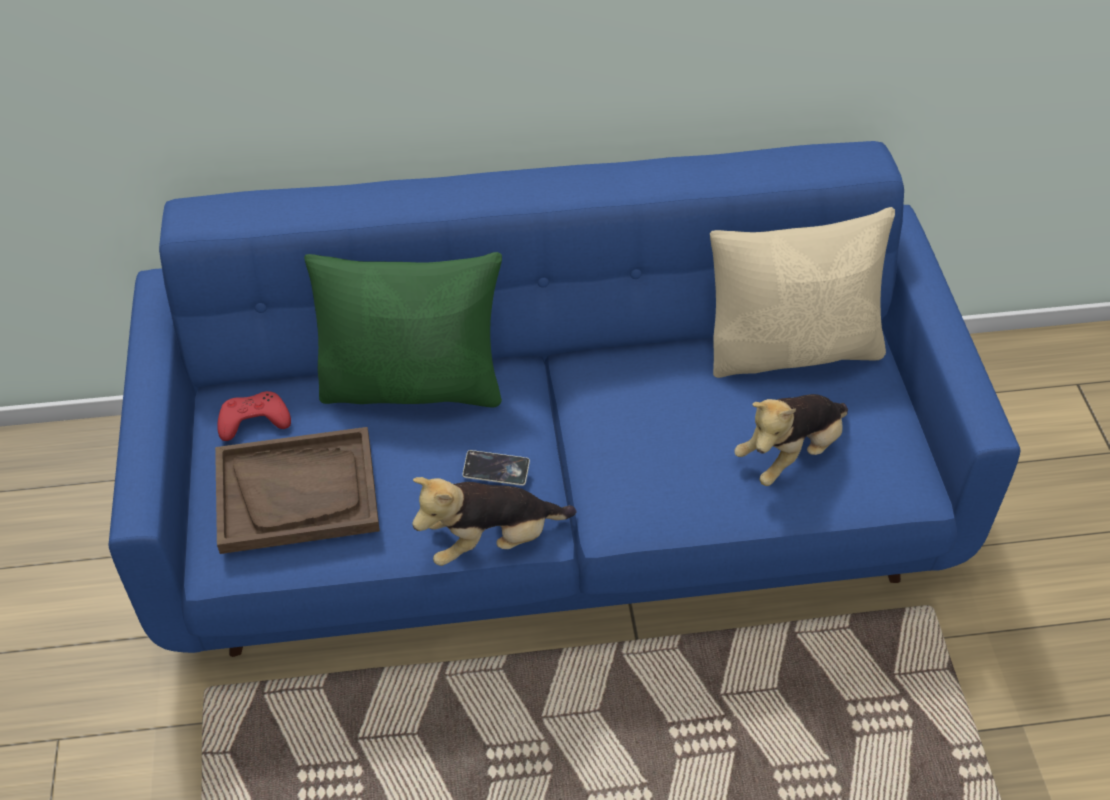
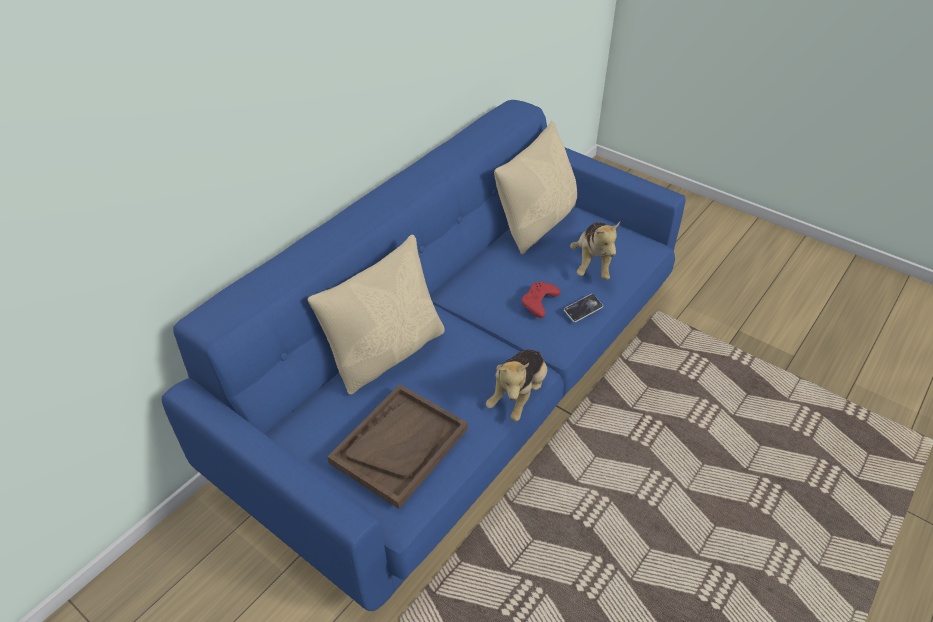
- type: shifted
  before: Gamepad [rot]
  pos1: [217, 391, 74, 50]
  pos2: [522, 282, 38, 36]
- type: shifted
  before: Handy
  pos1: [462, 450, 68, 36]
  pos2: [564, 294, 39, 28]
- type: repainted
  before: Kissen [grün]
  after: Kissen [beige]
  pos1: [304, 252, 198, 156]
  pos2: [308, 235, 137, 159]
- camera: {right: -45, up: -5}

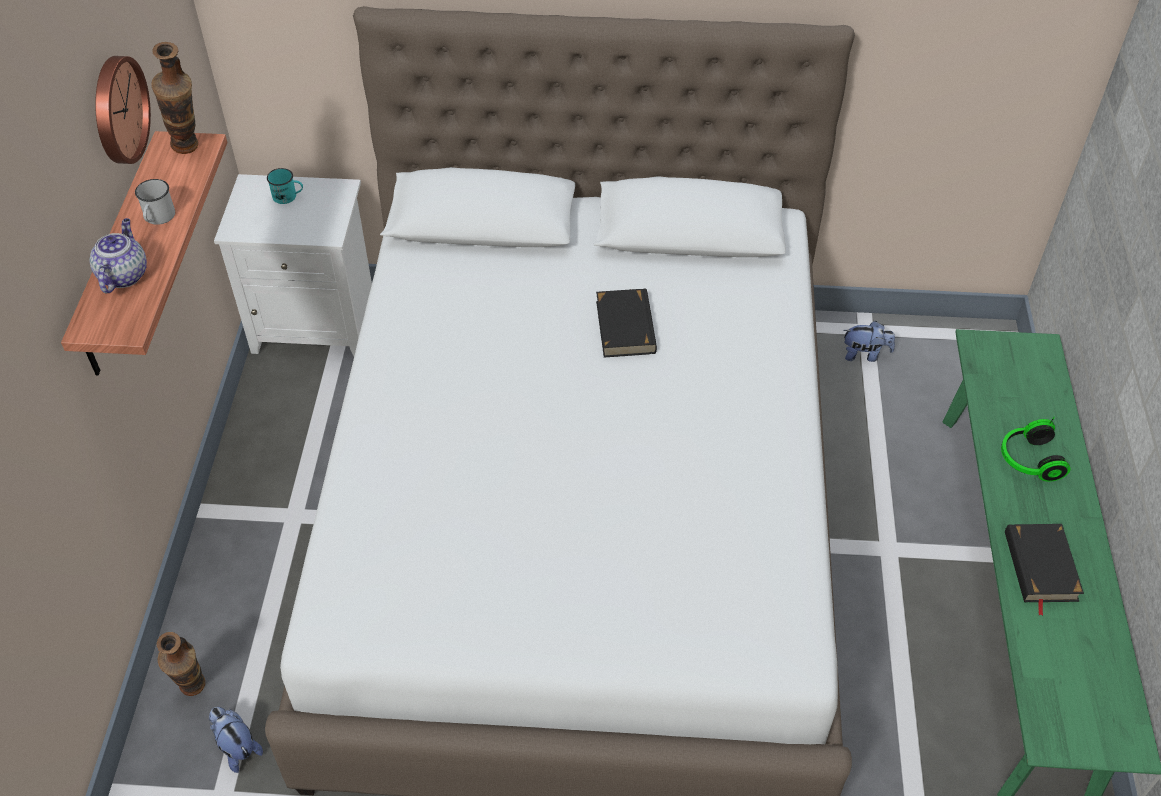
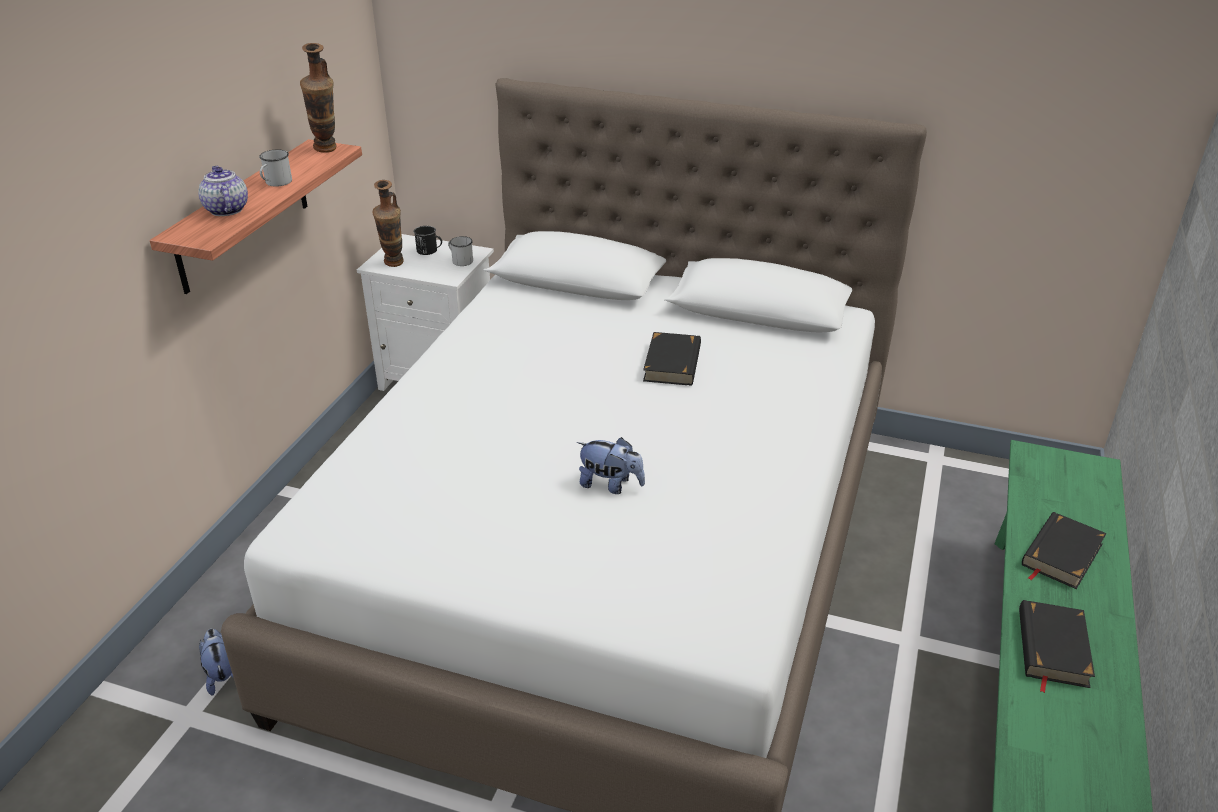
- type: gone
  before: Wanduhr
  pos1: [95, 56, 56, 108]
- type: new
  after: Henkelbecher [weiß]
  pos2: [448, 236, 25, 30]
- type: shifted
  before: Vase
  pos1: [156, 632, 49, 64]
  pos2: [373, 180, 31, 87]
- type: shifted
  before: Plüschtier
  pos1: [843, 321, 52, 41]
  pos2: [577, 437, 68, 57]
- type: swapped
  before: Kopfhörer
  after: Buch [schwarz]
  pos1: [1001, 417, 69, 65]
  pos2: [1022, 512, 85, 77]
- type: repainted
  before: Henkelbecher [türkis]
  after: Henkelbecher [schwarz]
  pos1: [267, 168, 36, 36]
  pos2: [414, 226, 28, 29]
- type: rotated
  before: Teekanne
  pos1: [89, 218, 58, 75]
  pos2: [198, 166, 50, 50]
  turn: -45
- camera: {right: 15, up: -15}

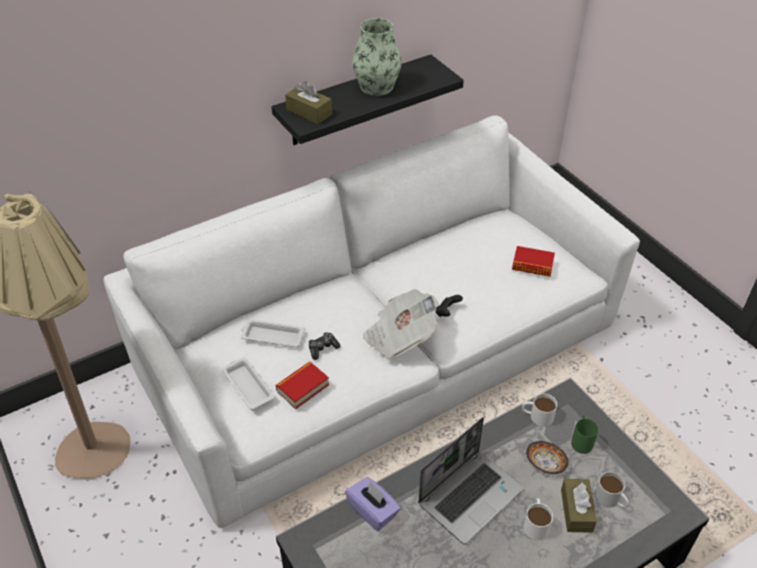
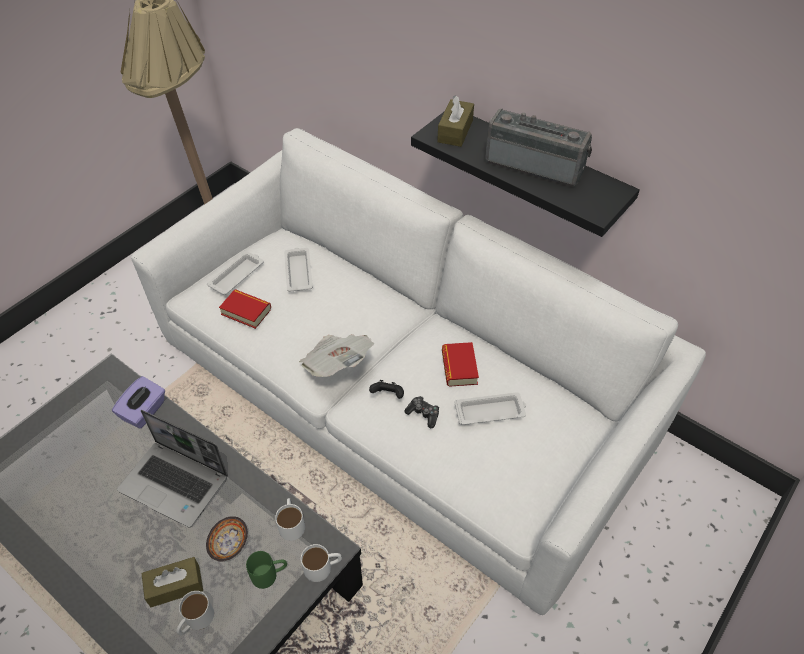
- type: new
  after: Tablett [weiß]
  pos2: [454, 392, 72, 33]
- type: shifted
  before: Gamepad
  pos1: [309, 332, 31, 28]
  pos2: [404, 396, 35, 32]
- type: shifted
  before: Buch
  pos1: [512, 246, 43, 31]
  pos2: [442, 342, 37, 45]
- type: shifted
  before: Henkelbecher [weiß]
  pos1: [523, 498, 30, 42]
  pos2: [301, 544, 41, 38]
- type: swapped
  before: Vase
  after: Radio
  pos1: [352, 18, 49, 78]
  pos2: [485, 109, 107, 78]
- camera: {right: 70, up: 5}

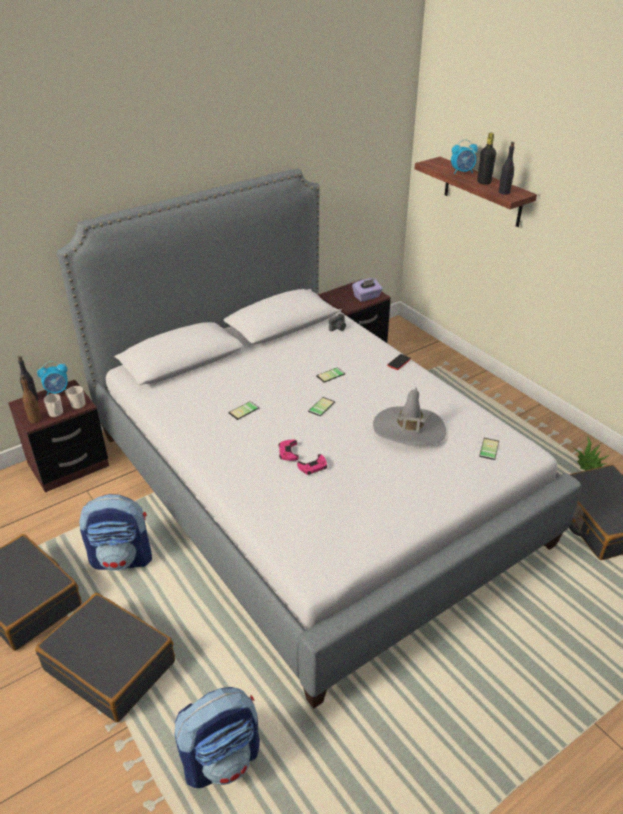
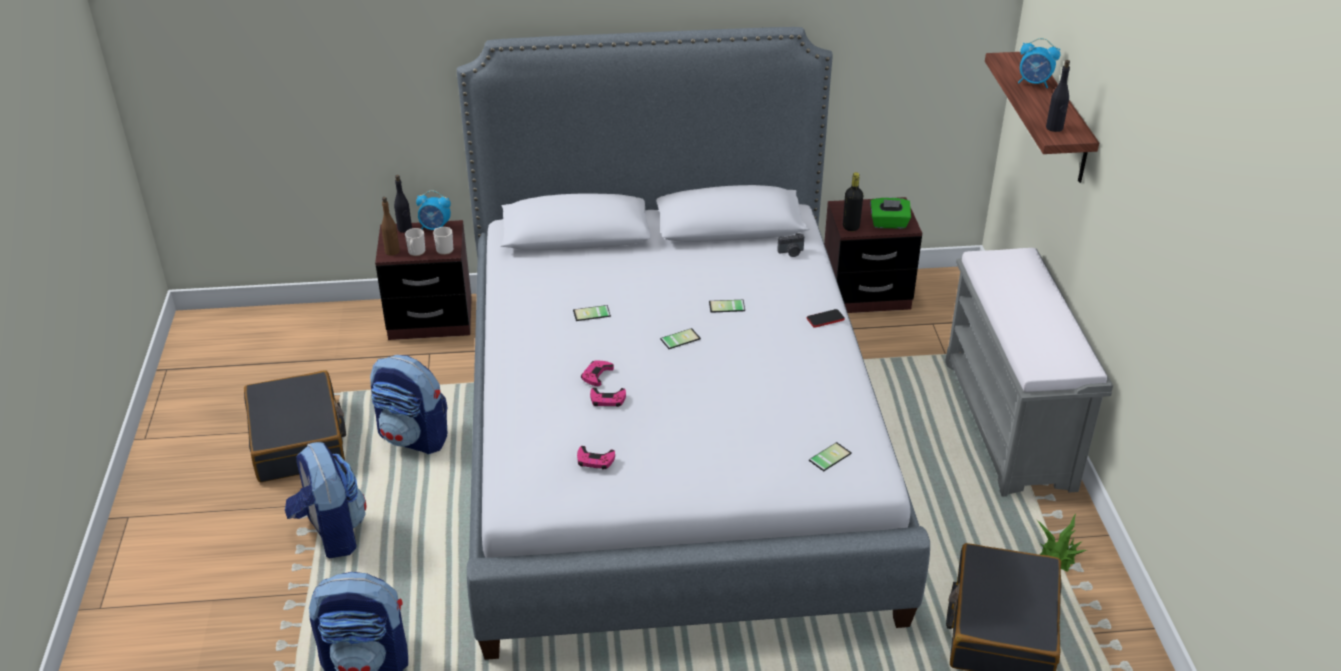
- type: gone
  before: Hut [grau]
  pos1: [373, 387, 73, 58]
- type: new
  after: Gamepad [rosa]
  pos2: [577, 446, 38, 23]
- type: new
  after: Bank [grau]
  pos2: [945, 248, 168, 249]
- type: shifted
  before: Flasche [schwarz]
  pos1: [477, 133, 19, 52]
  pos2: [843, 172, 20, 59]
- type: swapped
  before: Koffer [schwarz]
  after: Rucksack
  pos1: [35, 593, 140, 130]
  pos2: [285, 442, 81, 116]
- type: repainted
  before: Taschentuchbox [lila]
  after: Taschentuchbox [grün]
  pos1: [352, 278, 31, 24]
  pos2: [870, 197, 41, 32]
- camera: {right: 30, up: 0}

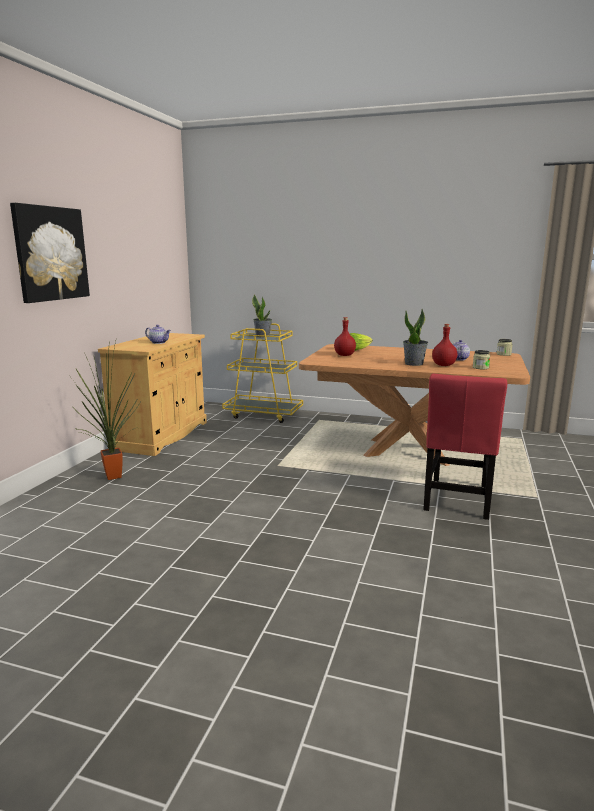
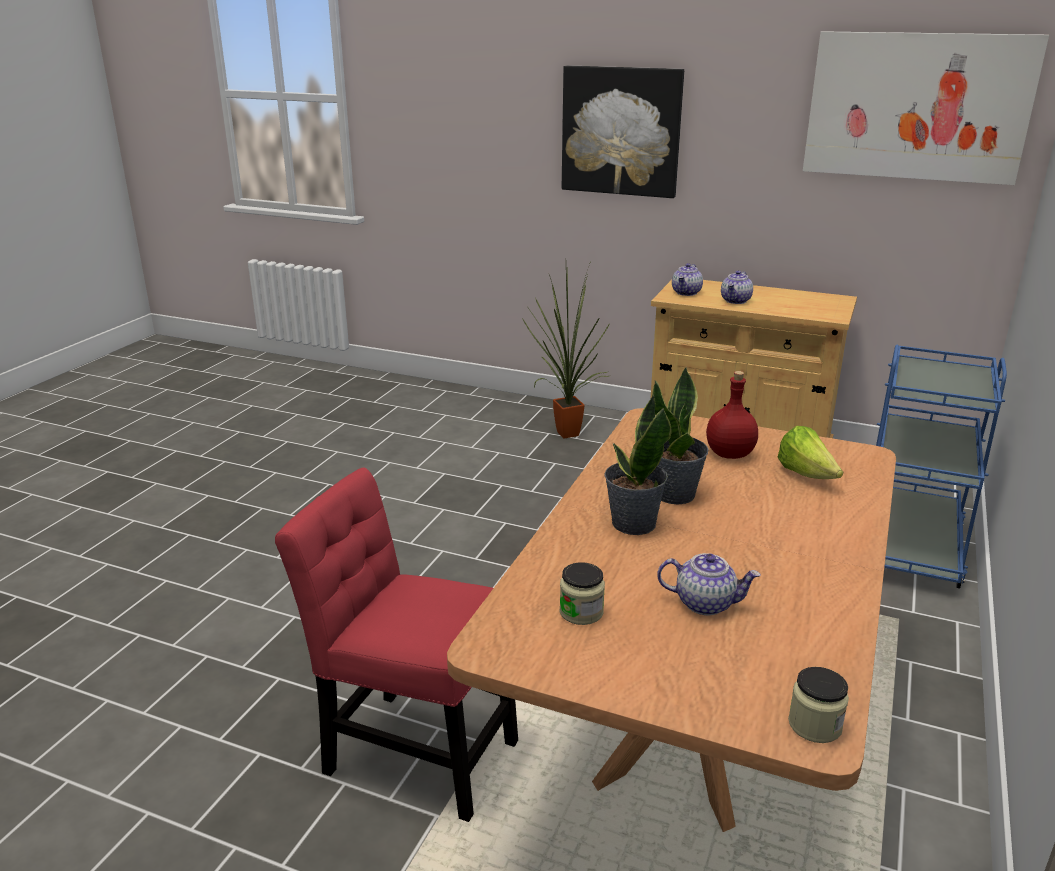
- type: gone
  before: Flasche [rot]
  pos1: [432, 324, 25, 42]
- type: new
  after: Teekanne
  pos2: [672, 263, 31, 33]
- type: new
  after: Bild
  pos2: [803, 31, 246, 154]
- type: shifted
  before: Topfpflanze
  pos1: [252, 295, 20, 43]
  pos2: [652, 367, 57, 138]
- type: repainted
  before: Rollwagen [gelb]
  after: Rollwagen [blau]
  pos1: [222, 323, 81, 100]
  pos2: [876, 344, 131, 245]
- camera: {right: 95, up: 10}

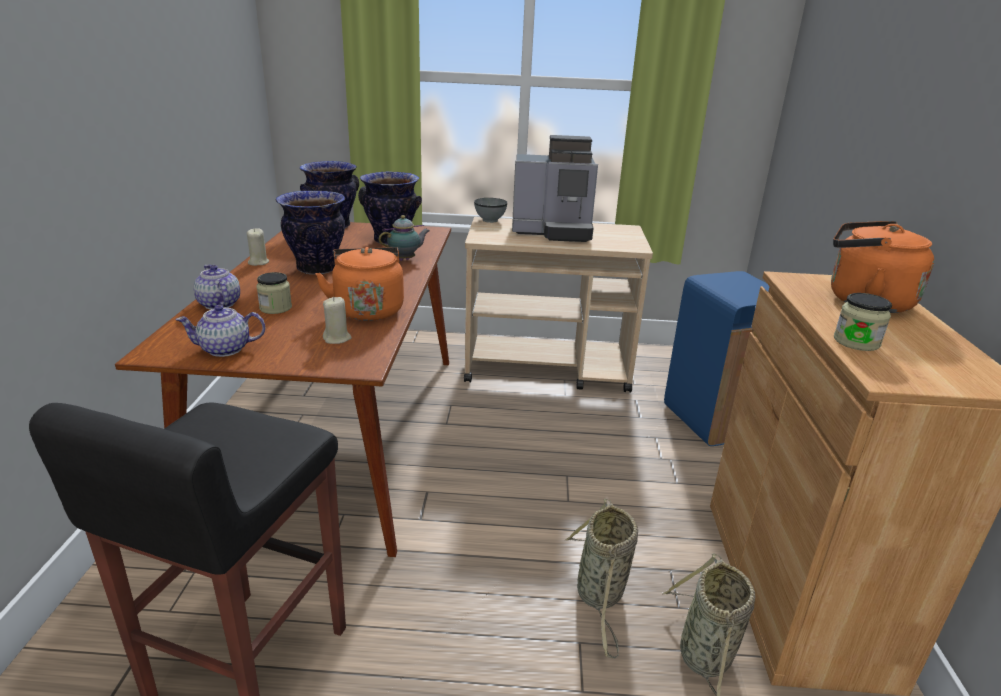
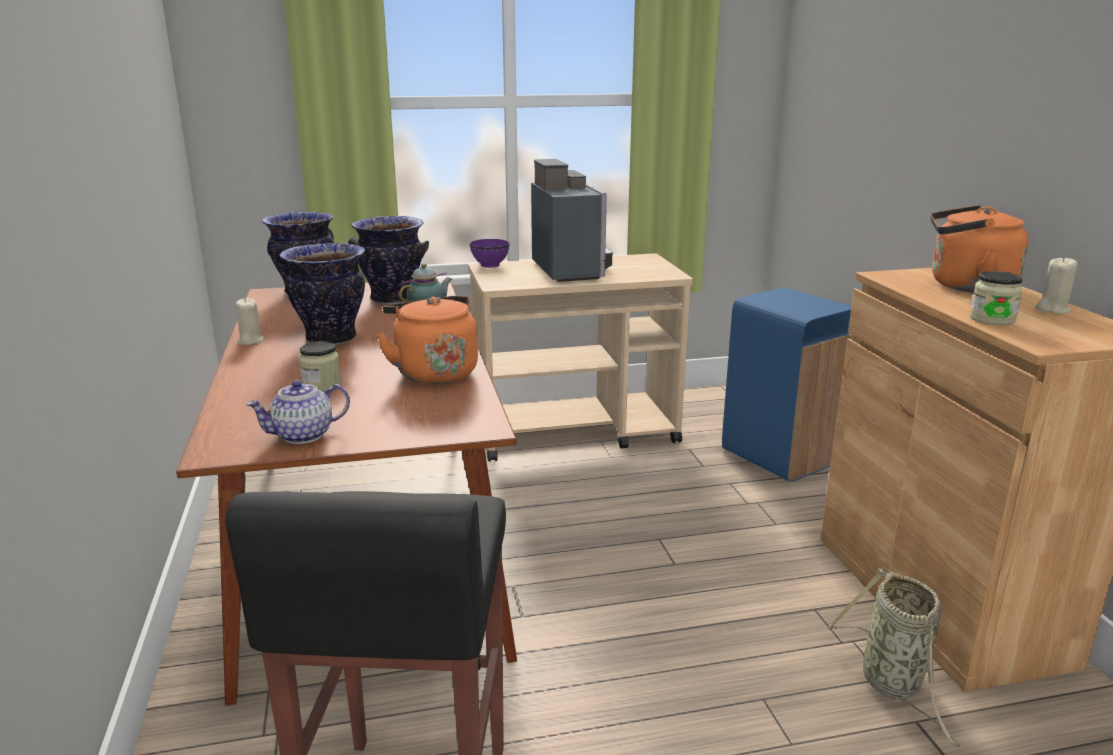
- type: gone
  before: Teekanne
  pos1: [194, 265, 46, 45]
- type: gone
  before: Korb
  pos1: [565, 499, 73, 159]
- type: shifted
  before: Kerze [beige]
  pos1: [323, 297, 29, 47]
  pos2: [1035, 256, 43, 58]
- type: repainted
  before: Schüssel [grau]
  after: Schüssel [lila]
  pos1: [474, 198, 33, 25]
  pos2: [470, 239, 39, 29]
- type: rotated
  before: Kaffeemaschine
  pos1: [512, 135, 86, 107]
  pos2: [531, 159, 81, 123]
  turn: -90
- camera: {right: -15, up: -5}

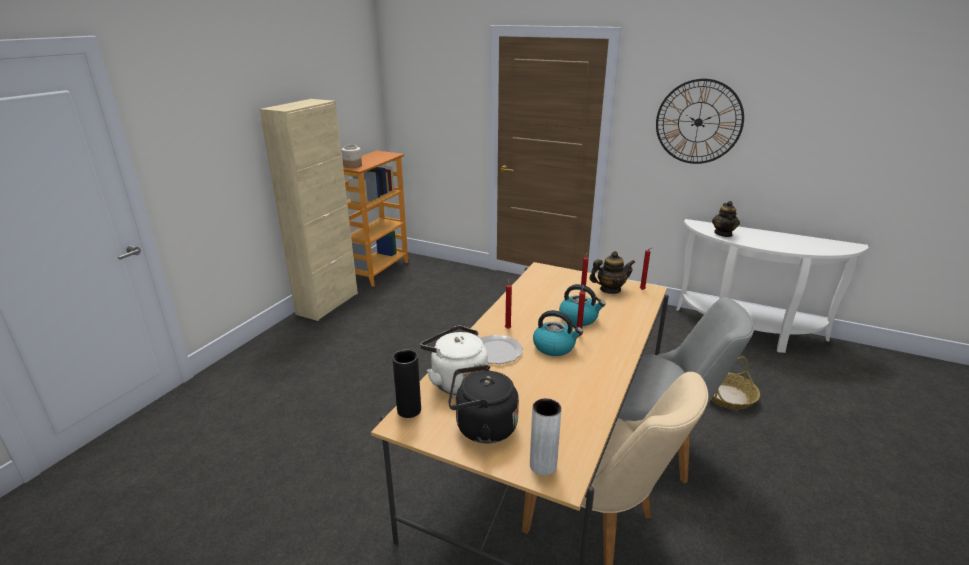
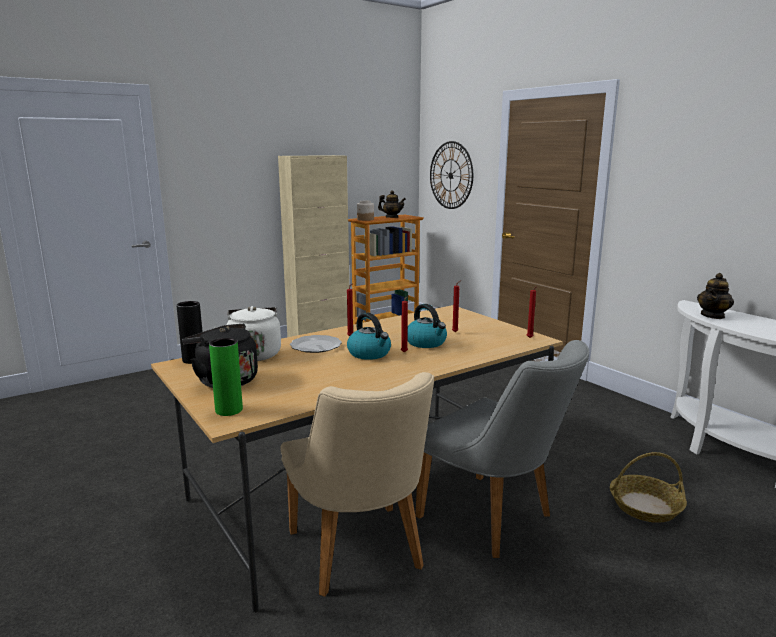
- type: shifted
  before: Teekanne
  pos1: [589, 251, 47, 43]
  pos2: [378, 190, 28, 28]
- type: shifted
  before: Wanduhr
  pos1: [656, 79, 88, 85]
  pos2: [430, 141, 43, 68]
- type: repainted
  before: Vase [grau]
  after: Vase [grün]
  pos1: [530, 398, 32, 78]
  pos2: [209, 338, 34, 78]
- camera: {right: 30, up: -10}

